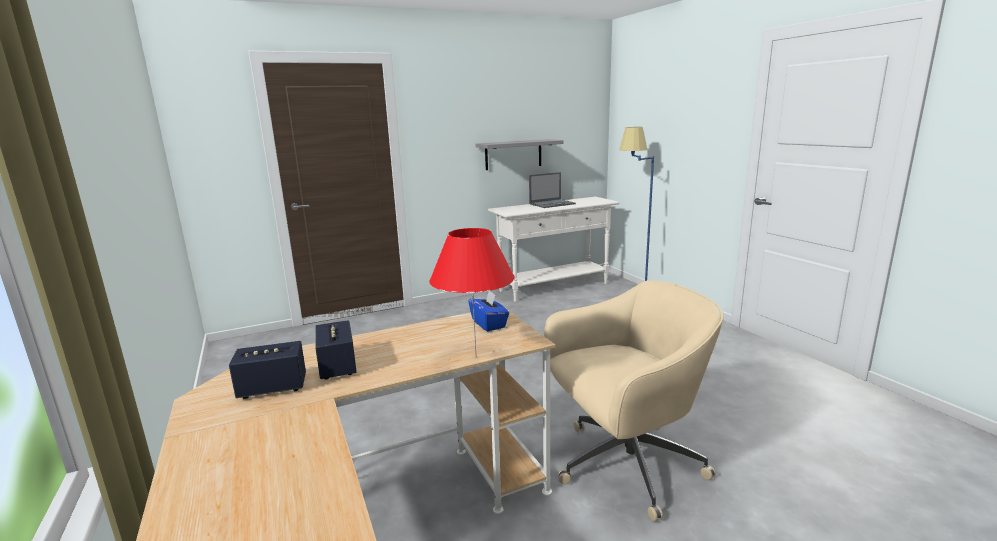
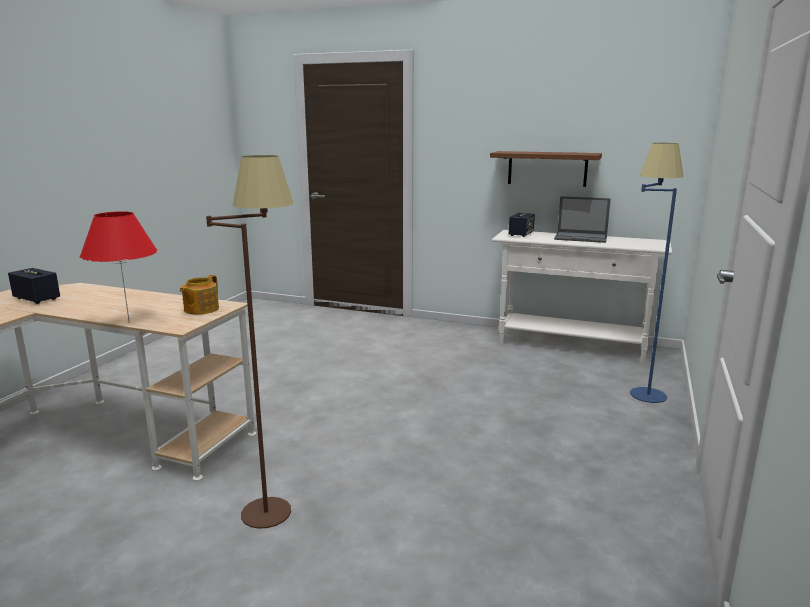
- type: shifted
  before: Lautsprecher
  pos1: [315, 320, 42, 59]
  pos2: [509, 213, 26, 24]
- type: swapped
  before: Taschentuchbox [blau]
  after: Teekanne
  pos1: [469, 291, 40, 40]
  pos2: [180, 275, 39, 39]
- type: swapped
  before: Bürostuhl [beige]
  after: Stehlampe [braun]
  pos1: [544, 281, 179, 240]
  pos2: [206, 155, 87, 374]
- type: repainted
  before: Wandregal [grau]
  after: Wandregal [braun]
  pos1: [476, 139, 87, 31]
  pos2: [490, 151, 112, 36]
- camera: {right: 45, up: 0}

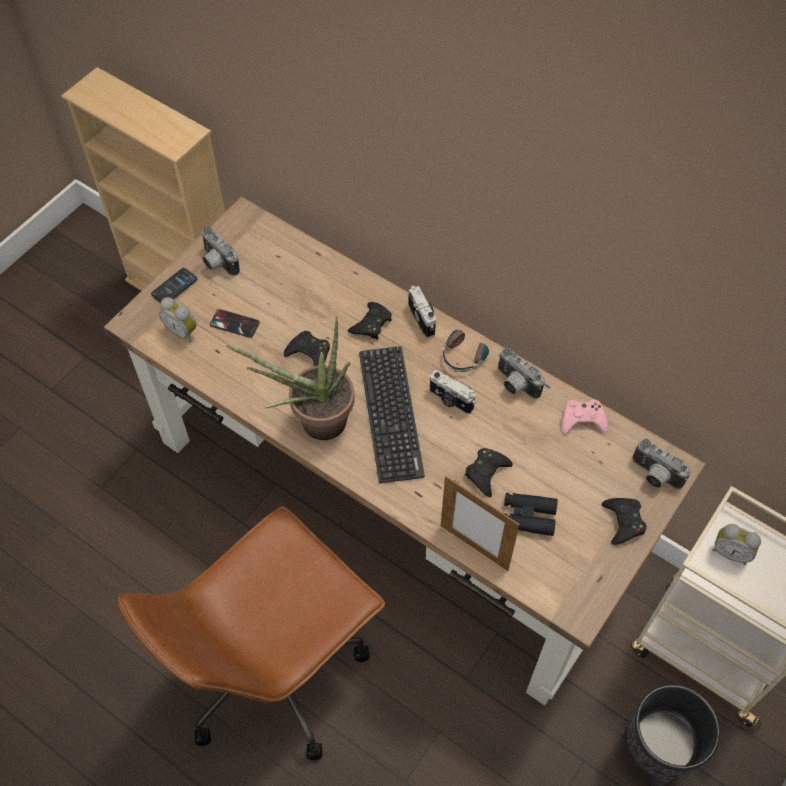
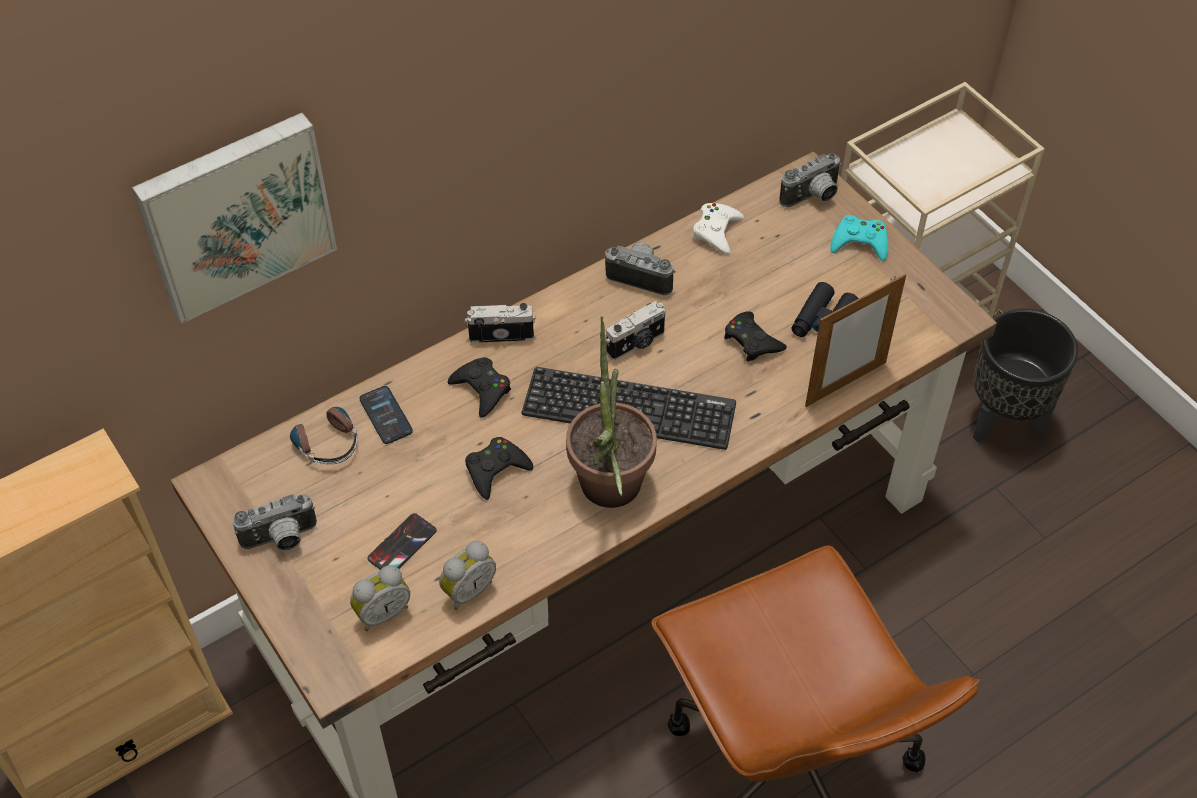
- type: new
  after: Bild
  pos2: [132, 113, 205, 210]
- type: shifted
  before: Handy
  pos1: [151, 268, 46, 35]
  pos2: [359, 386, 54, 58]
- type: shifted
  before: Kopfhörer
  pos1: [442, 330, 52, 42]
  pos2: [290, 393, 68, 72]
- type: shifted
  before: Wecker
  pos1: [713, 524, 48, 41]
  pos2: [439, 541, 57, 69]
- type: repainted
  before: Gamepad [rosa]
  after: Gamepad [weiß]
  pos1: [562, 399, 46, 36]
  pos2: [693, 203, 51, 51]
- type: repainted
  before: Gamepad [schwarz]
  after: Gamepad [türkis]
  pos1: [602, 498, 45, 47]
  pos2: [830, 215, 58, 46]
- type: rotated
  before: Kamera
  pos1: [498, 347, 47, 52]
  pos2: [605, 242, 71, 53]
  turn: -135
- camera: {right: -70, up: -5}

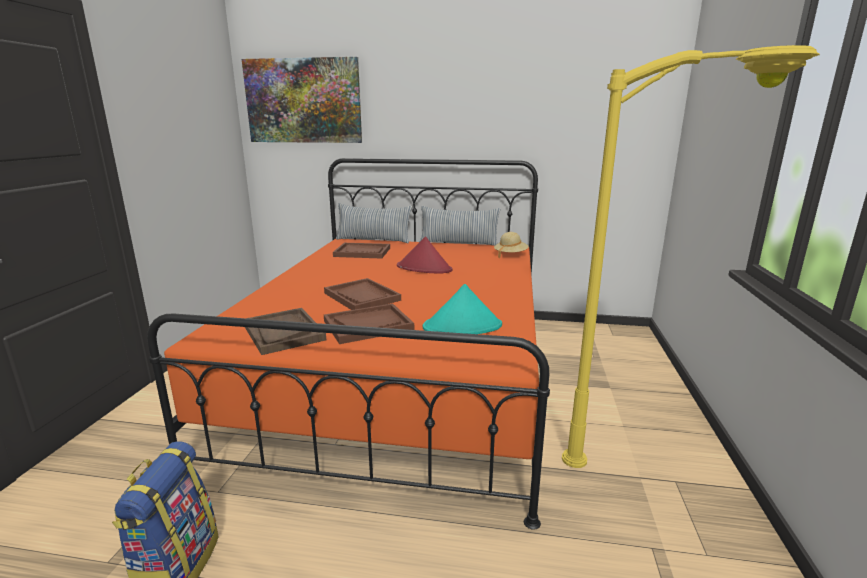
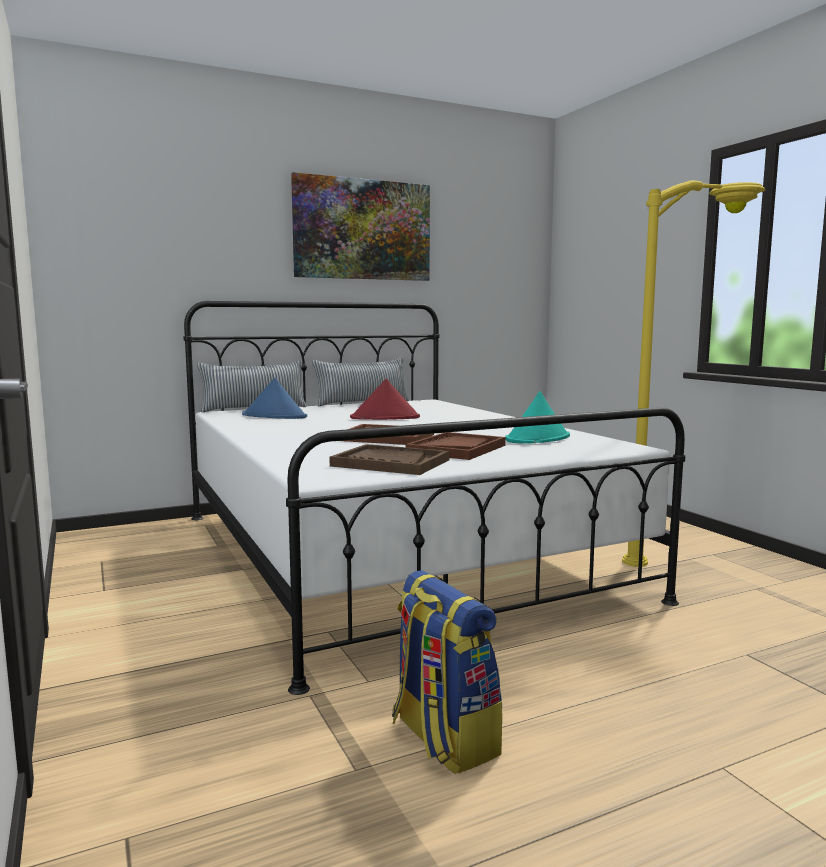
- type: gone
  before: Hut [beige]
  pos1: [494, 232, 35, 26]
- type: shifted
  before: Bild
  pos1: [242, 57, 120, 86]
  pos2: [291, 172, 139, 109]
- type: swapped
  before: Tablett [braun]
  after: Hut [blau]
  pos1: [333, 243, 57, 16]
  pos2: [242, 378, 65, 41]
- type: repainted
  before: Bett [orange]
  after: Bett [weiß]
  pos1: [147, 158, 403, 372]
  pos2: [184, 301, 501, 394]
- camera: {right: -35, up: -10}

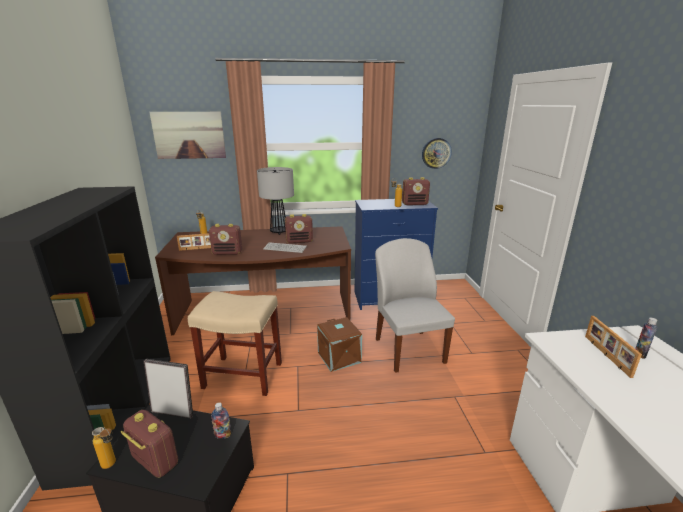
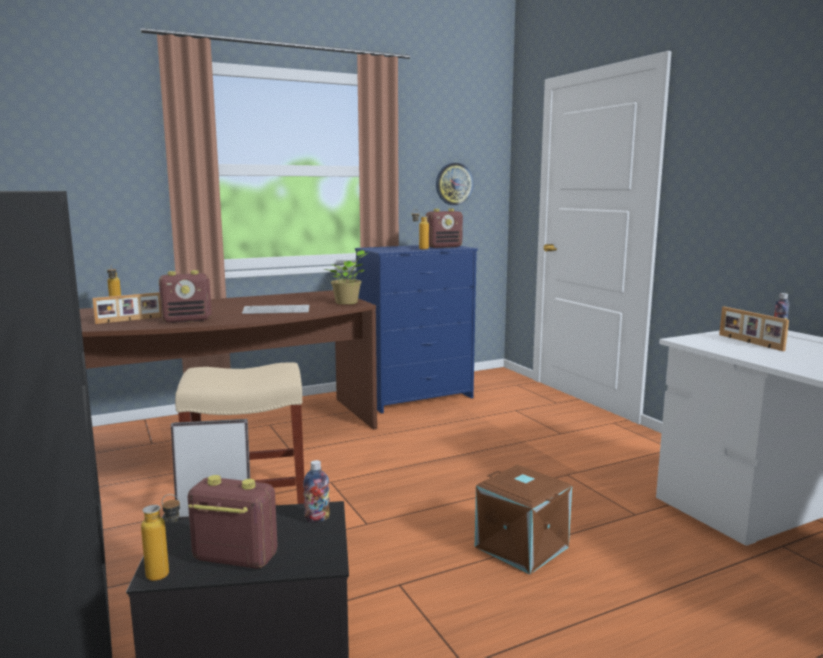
- type: gone
  before: Bild
  pos1: [149, 112, 77, 47]
- type: gone
  before: Tischlampe
  pos1: [257, 167, 37, 68]
- type: gone
  before: Radio
  pos1: [285, 214, 28, 29]
- type: gone
  before: Stuhl [weiß]
  pos1: [375, 238, 80, 135]
- type: new
  after: Topfpflanze
  pos2: [324, 250, 44, 54]
- type: shifted
  before: Aufbewahrungsbox [braun]
  pos1: [317, 317, 45, 55]
  pos2: [475, 465, 97, 110]
- camera: {right: -20, up: -10}

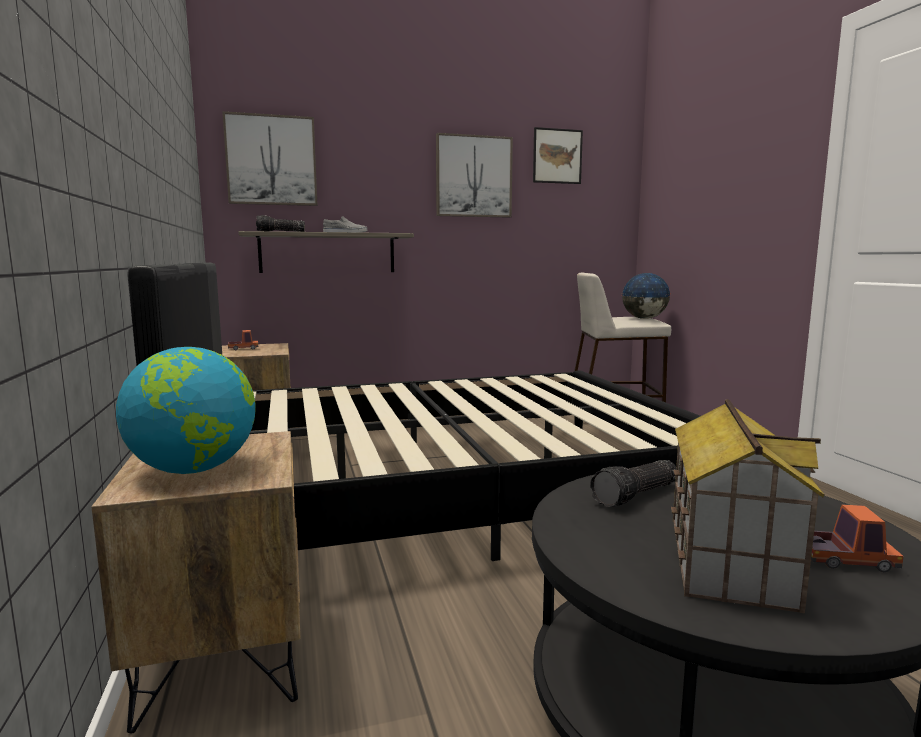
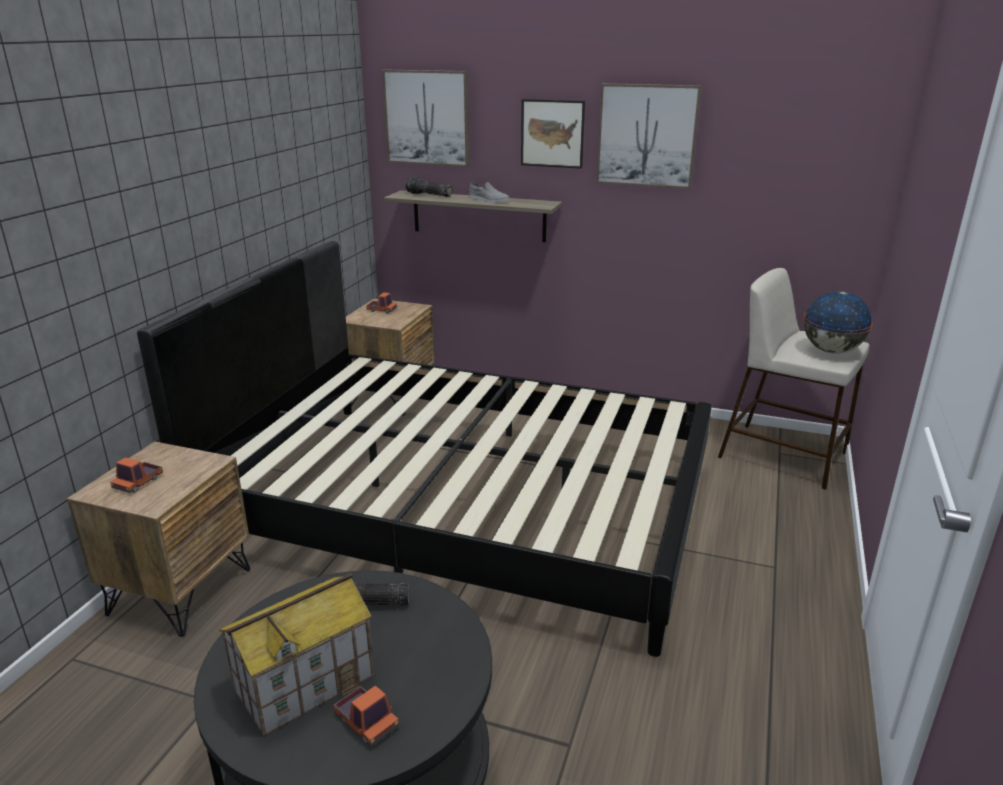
- type: shifted
  before: Bild
  pos1: [533, 127, 50, 57]
  pos2: [521, 99, 64, 70]
- type: swapped
  before: Globus
  after: Spielzeuglaster
  pos1: [116, 347, 139, 127]
  pos2: [110, 457, 53, 36]
- camera: {right: 35, up: 15}

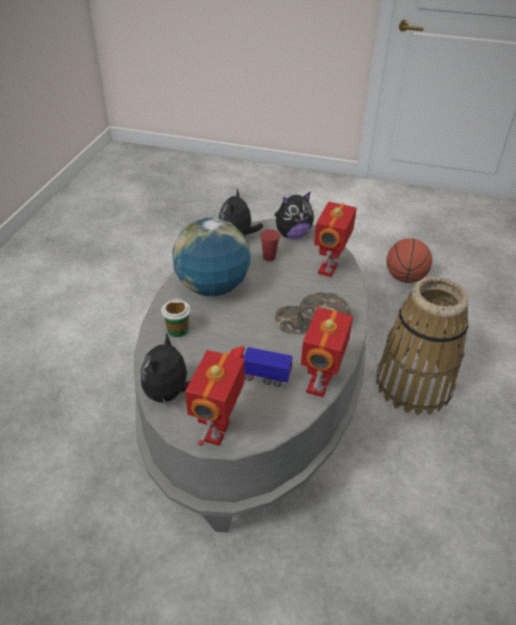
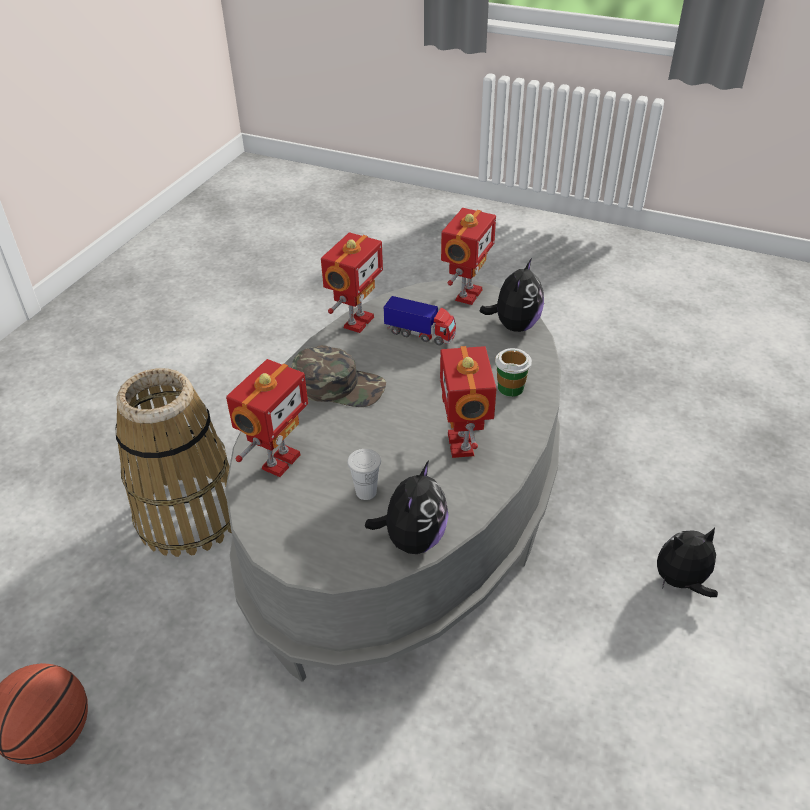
- type: shifted
  before: Plüschtier
  pos1: [274, 191, 40, 48]
  pos2: [657, 527, 61, 70]
- type: swapped
  before: Globus
  after: Spielzeugroboter
  pos1: [173, 218, 77, 78]
  pos2: [440, 346, 57, 112]
- type: repainted
  before: Tasse [rot]
  after: Tasse [weiß]
  pos1: [260, 229, 20, 32]
  pos2: [347, 449, 34, 51]
- camera: {right: -170, up: 0}

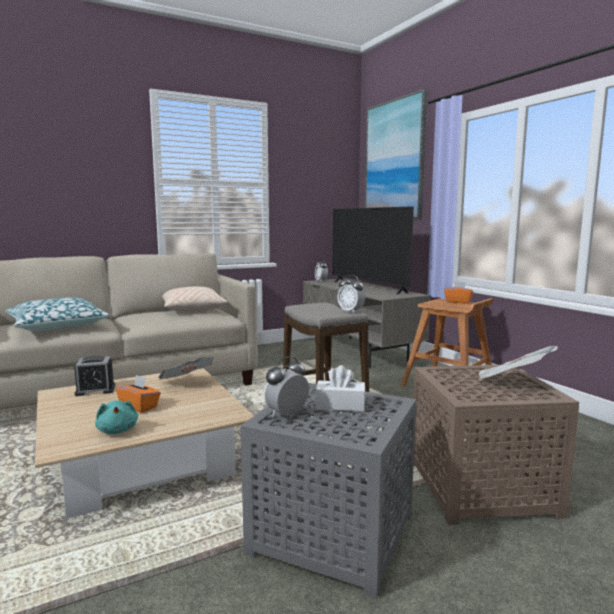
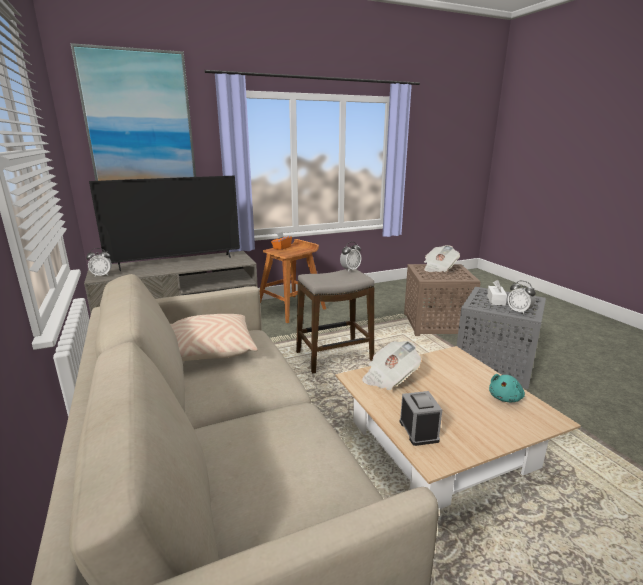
- type: gone
  before: Kissen
  pos1: [5, 297, 105, 34]
- type: gone
  before: Taschentuchbox [orange]
  pos1: [116, 375, 45, 38]
- type: rotated
  before: Plüschtier [türkis]
  pos1: [95, 400, 43, 34]
  pos2: [489, 374, 36, 28]
  turn: 150
- camera: {right: -85, up: 10}

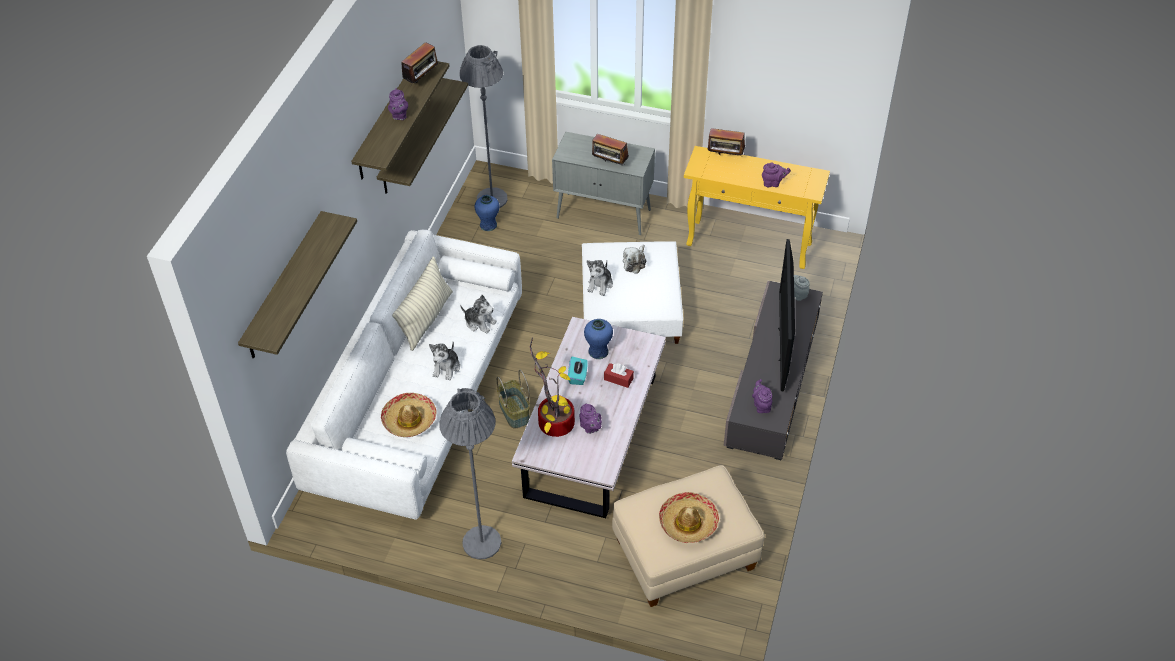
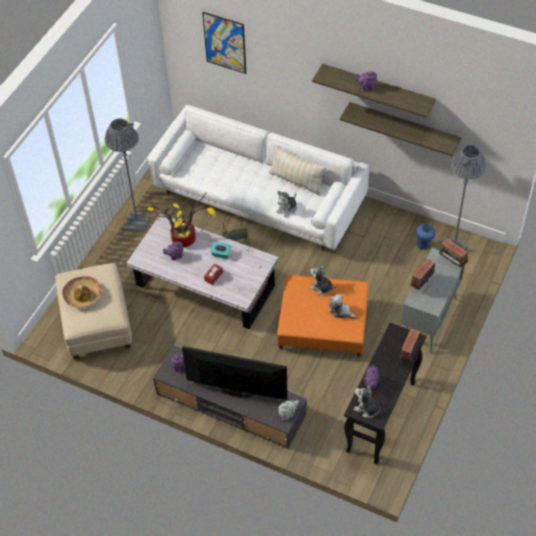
- type: gone
  before: Hut
  pos1: [381, 393, 55, 44]
- type: gone
  before: Vase [blau]
  pos1: [584, 319, 29, 40]
- type: shifted
  before: Radio
  pos1: [401, 42, 40, 43]
  pos2: [439, 238, 29, 31]
- type: shifted
  before: Plüschtier
  pos1: [429, 342, 31, 39]
  pos2: [354, 384, 31, 34]
- type: swapped
  before: Wandregal
  after: Bild
  pos1: [238, 211, 119, 148]
  pos2: [202, 12, 44, 62]
- type: repainted
  before: Polsterhocker [weiß]
  after: Polsterhocker [orange]
  pos1: [582, 241, 101, 103]
  pos2: [277, 275, 92, 82]
- type: repainted
  before: Konsolentisch [gelb]
  after: Konsolentisch [schwarz]
  pos1: [684, 146, 146, 123]
  pos2: [344, 323, 82, 141]
- camera: {right: 100, up: 5}

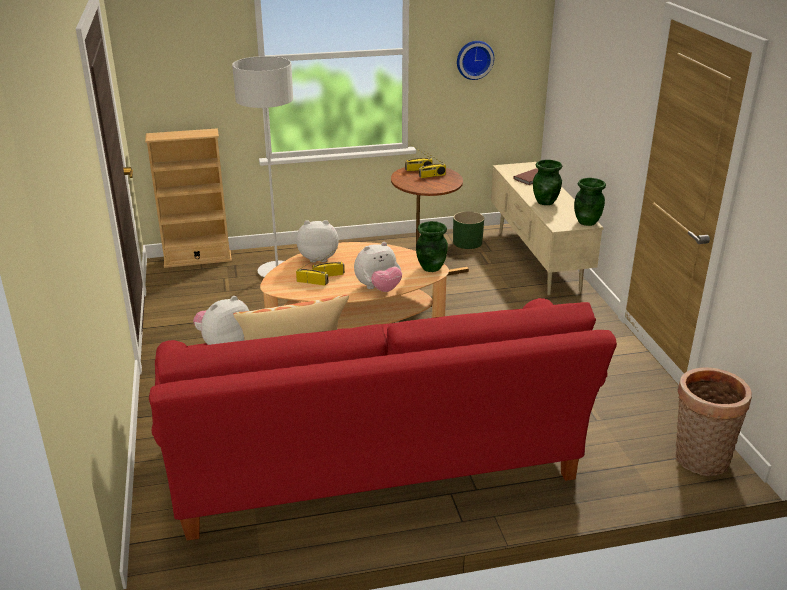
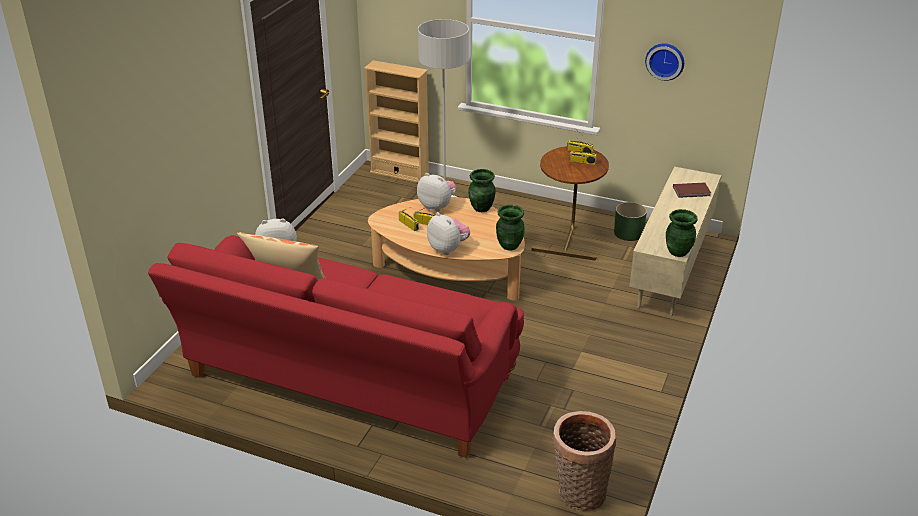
- type: shifted
  before: Vase [grün]
  pos1: [533, 160, 29, 45]
  pos2: [468, 169, 28, 43]
- type: rotated
  before: Plüschtier
  pos1: [354, 242, 48, 50]
  pos2: [427, 212, 43, 43]
  turn: -135
- camera: {right: 35, up: 5}

